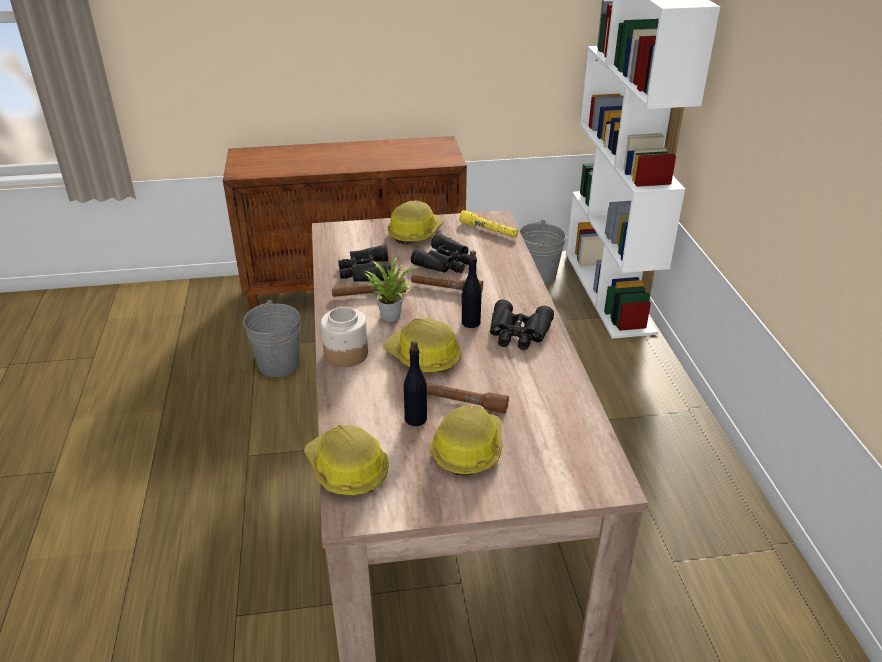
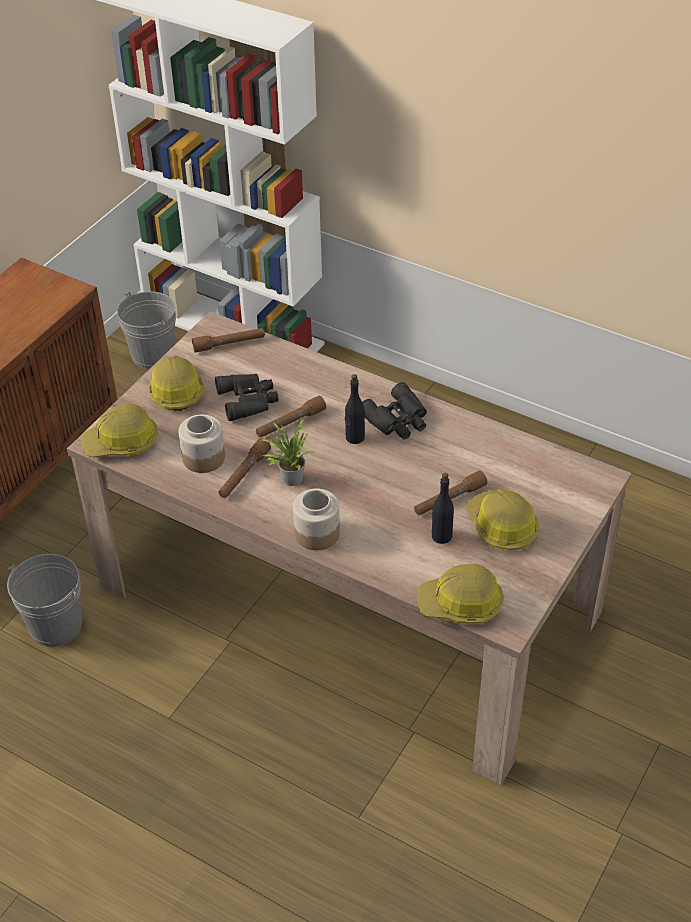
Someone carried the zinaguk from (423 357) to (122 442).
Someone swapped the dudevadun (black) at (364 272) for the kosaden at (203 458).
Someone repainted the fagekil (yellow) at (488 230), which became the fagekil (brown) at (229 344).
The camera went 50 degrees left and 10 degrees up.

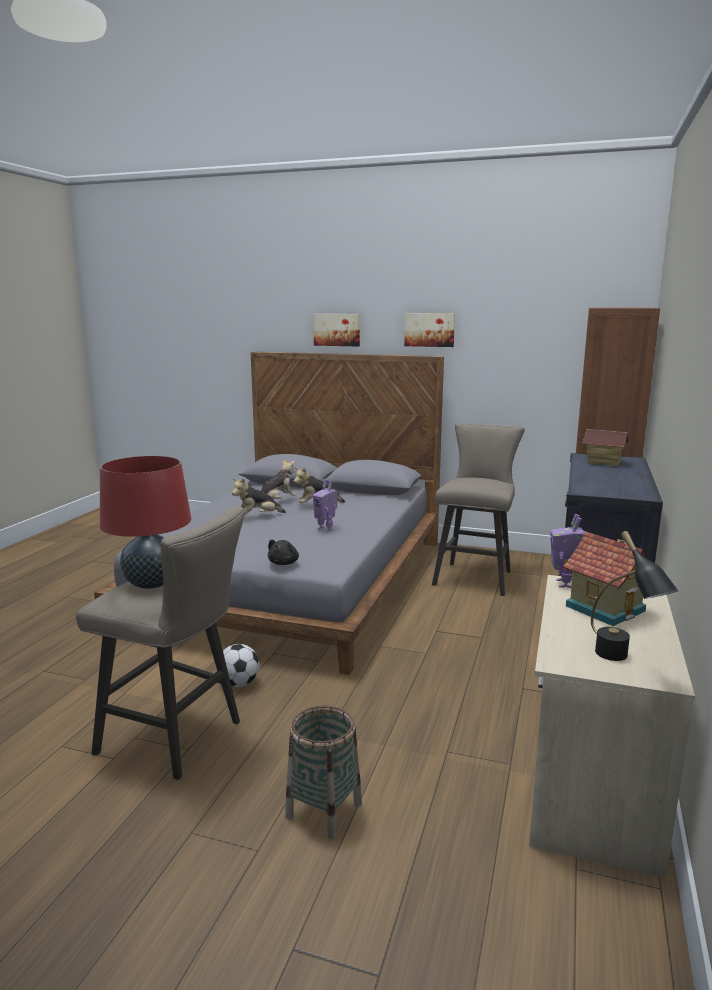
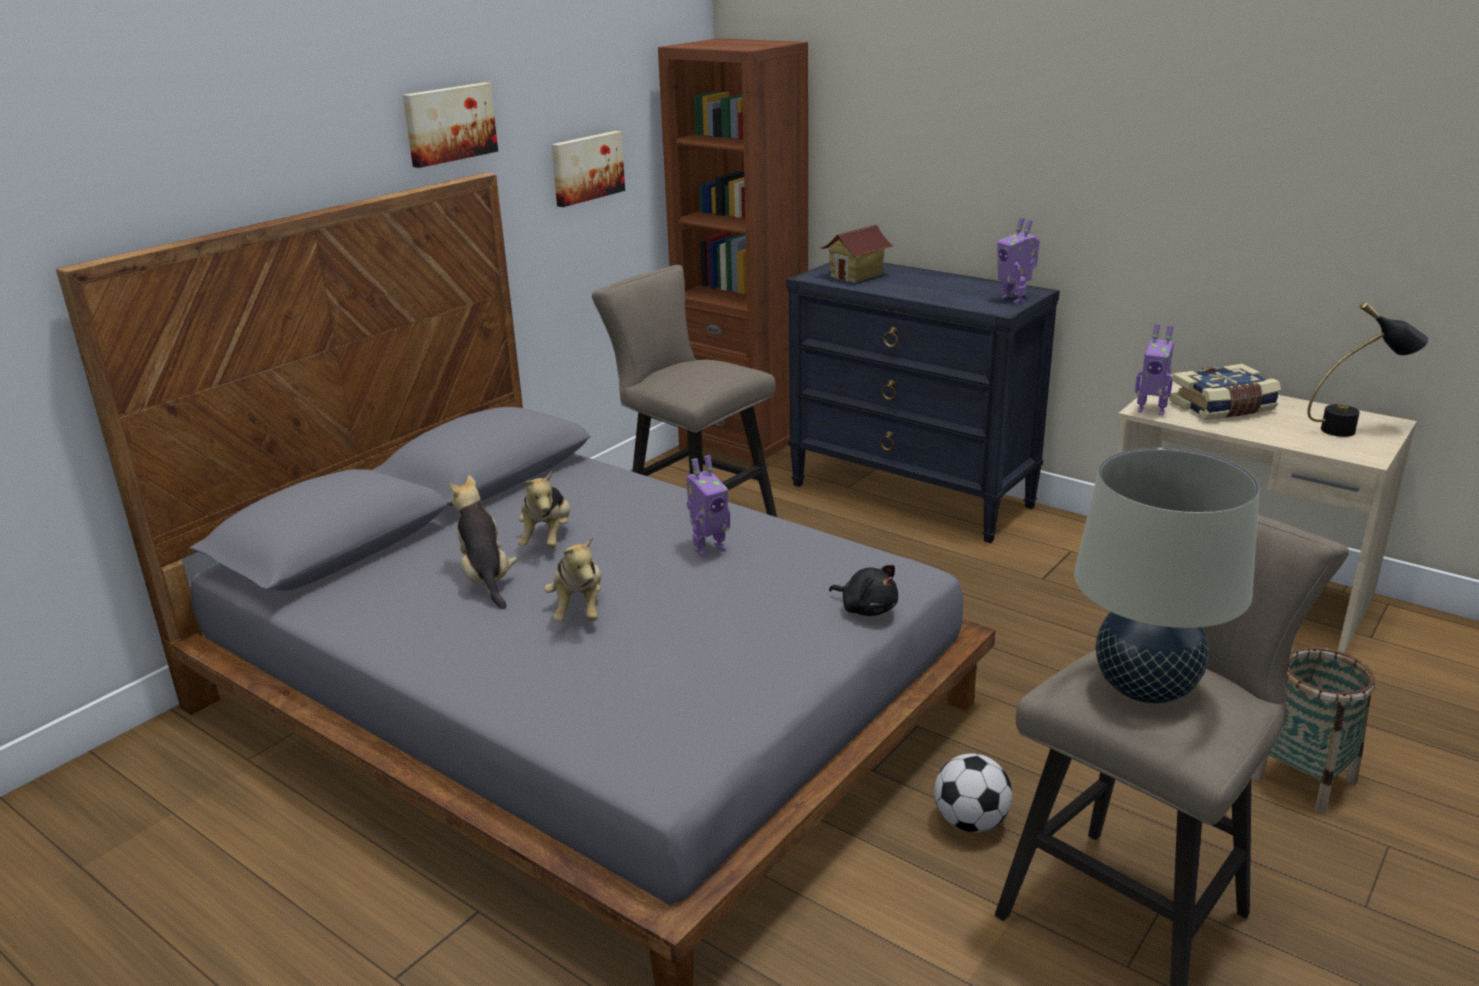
Someone put down the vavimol at (1014 299).
Someone carried the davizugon from (337 329) to (586 167).
Someone swapped the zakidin at (606 608) for the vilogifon at (1223 408).
Someone repainted the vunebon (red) at (151 583), which became the vunebon (beige) at (1145 687).
The camera went 70 degrees left and 10 degrees up.

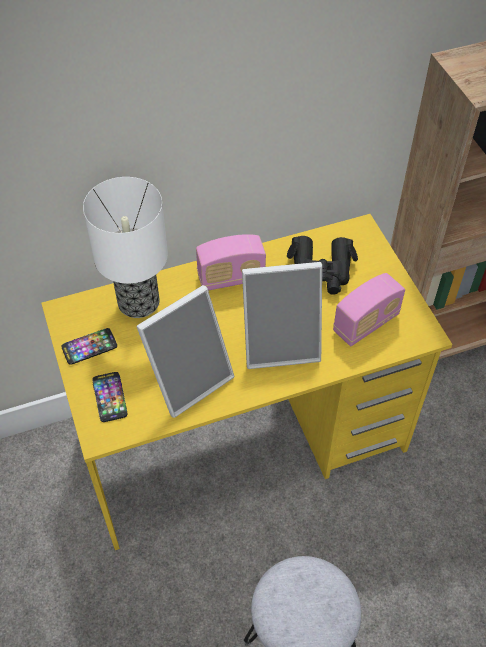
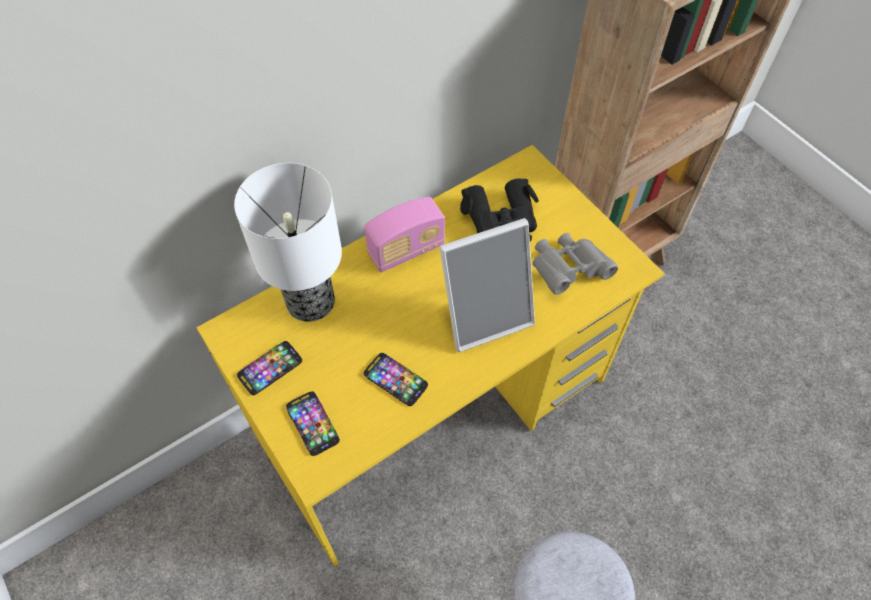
Someone swapped the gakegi at (188 379) for the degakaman at (395 380).
Someone swapped the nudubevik at (366 324) for the dudevadun (grey) at (568 270).
The camera went 15 degrees left and 5 degrees up.

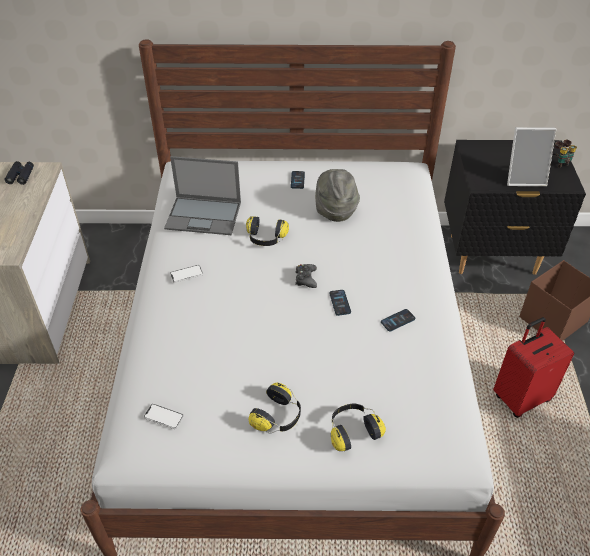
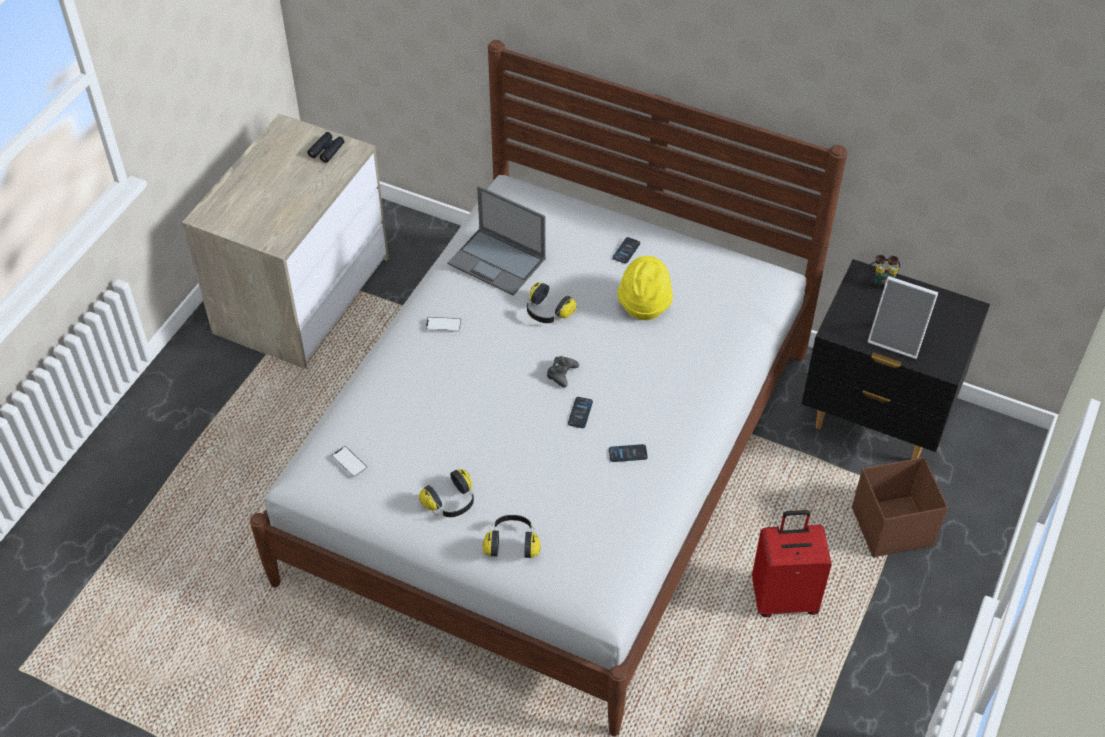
Someone carried the dudevadun from (559 162) to (882 280).
Someone repainted the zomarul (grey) at (335 210), which became the zomarul (yellow) at (644 303).
The camera went 25 degrees right and 5 degrees up.

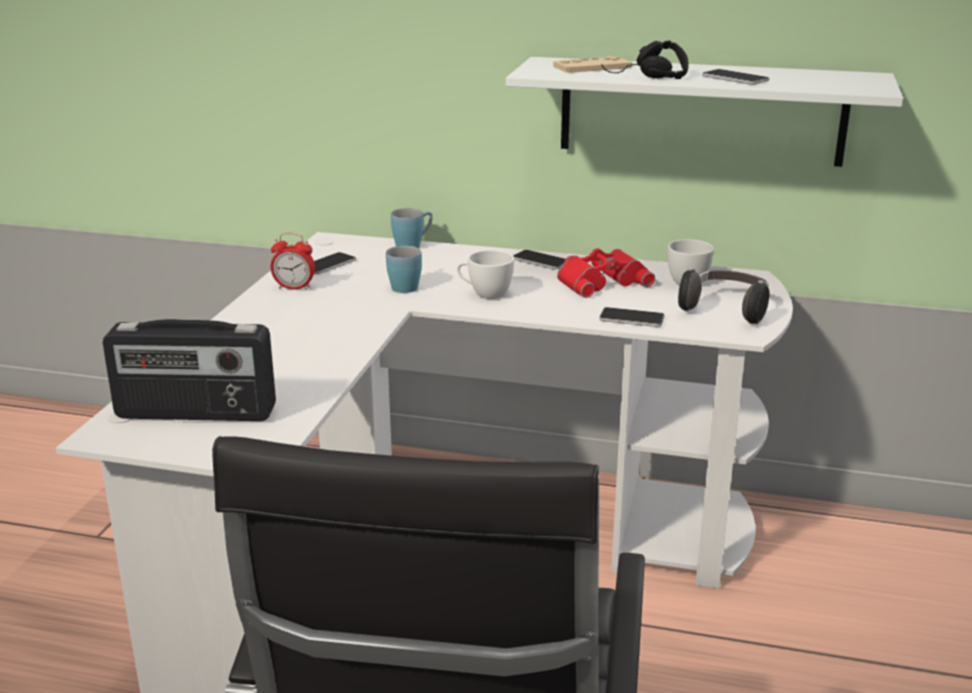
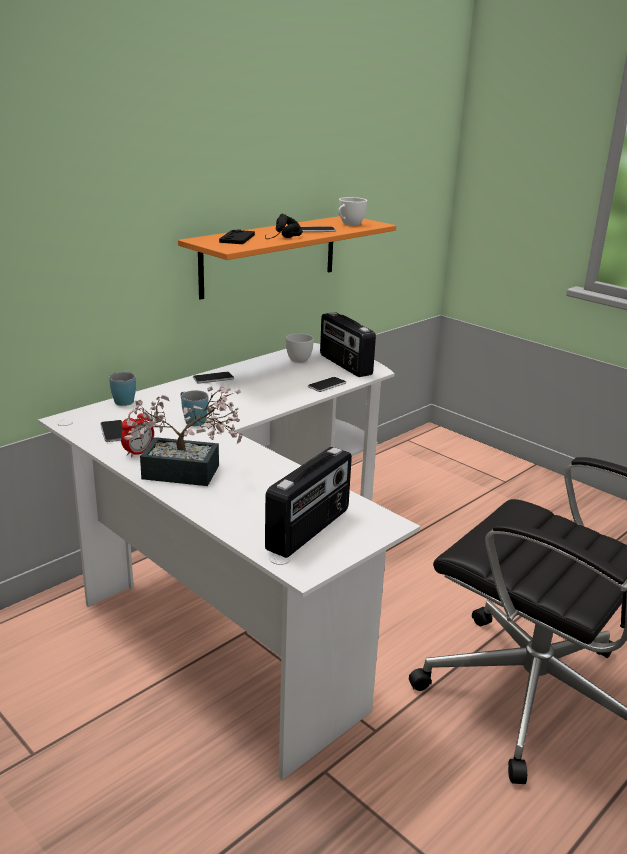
Someone took away the dudevadun (red) at (601 281).
Someone put down the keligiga at (189 473).
Someone carried the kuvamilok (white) from (485 294) to (349 224).
Someone swapped the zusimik at (726 310) for the nudubevik at (344 365).
Someone repainted the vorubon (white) at (701 111), which became the vorubon (orange) at (269 255).
Someone repainted the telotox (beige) at (592 67), which became the telotox (black) at (237 238).
The camera went 60 degrees left and 0 degrees up.

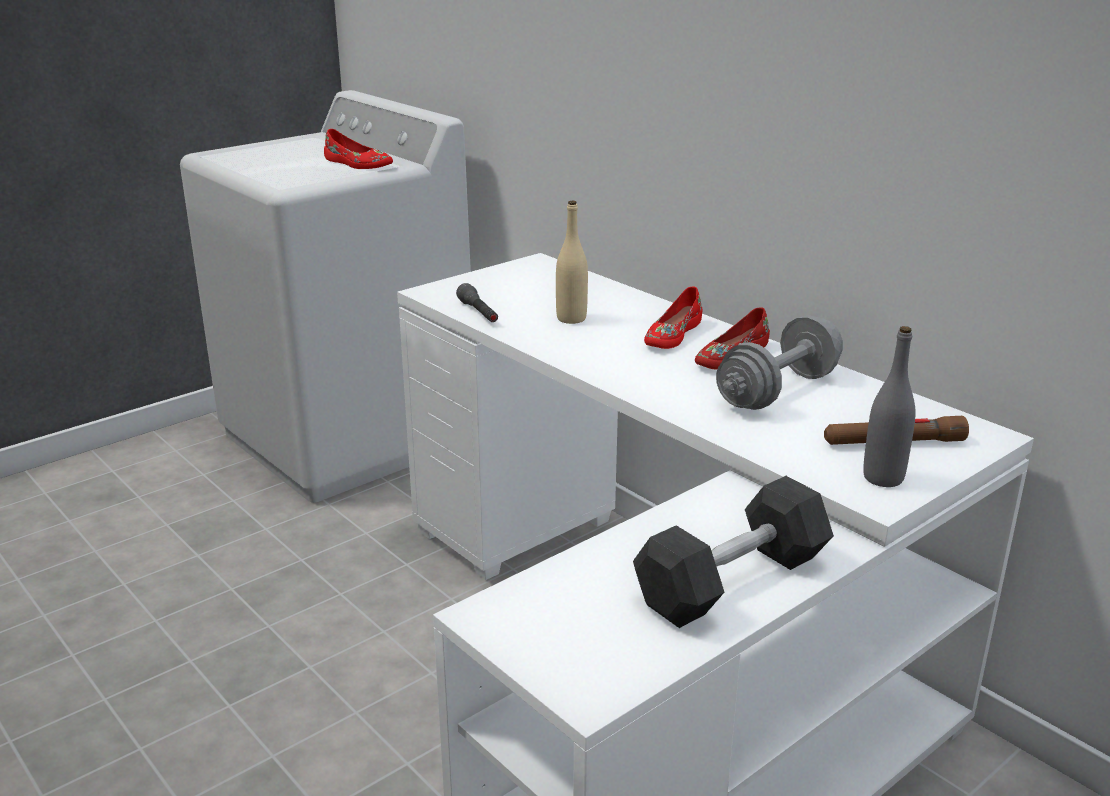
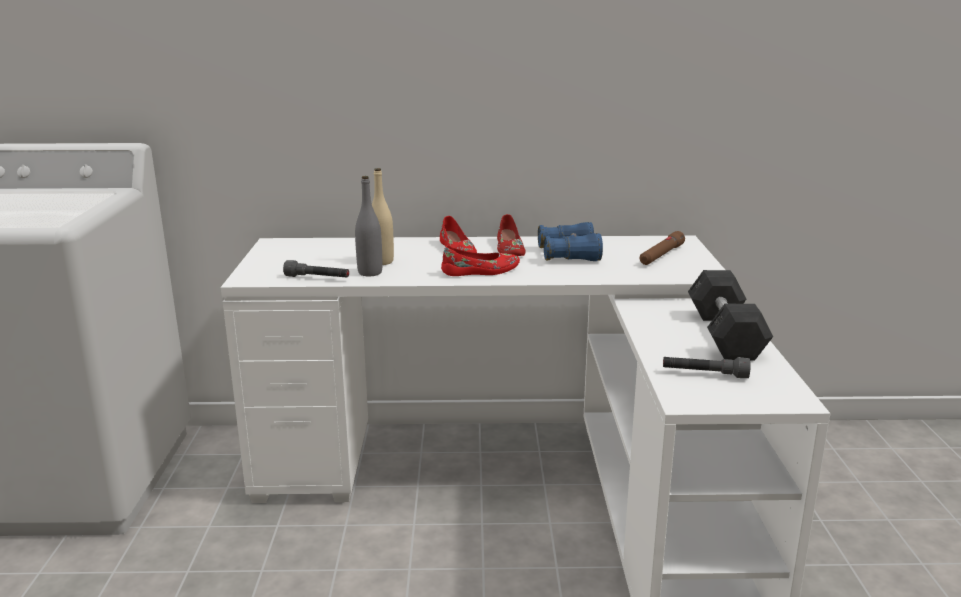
Someone put down the fagekil (grey) at (704 374).
Someone carried the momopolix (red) from (357 164) to (481 271).
Someone carried the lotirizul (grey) from (883 478) to (370 273).
Someone swapped the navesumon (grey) at (778 391) for the dudevadun (blue) at (569 254).
The camera went 50 degrees left and 5 degrees down.

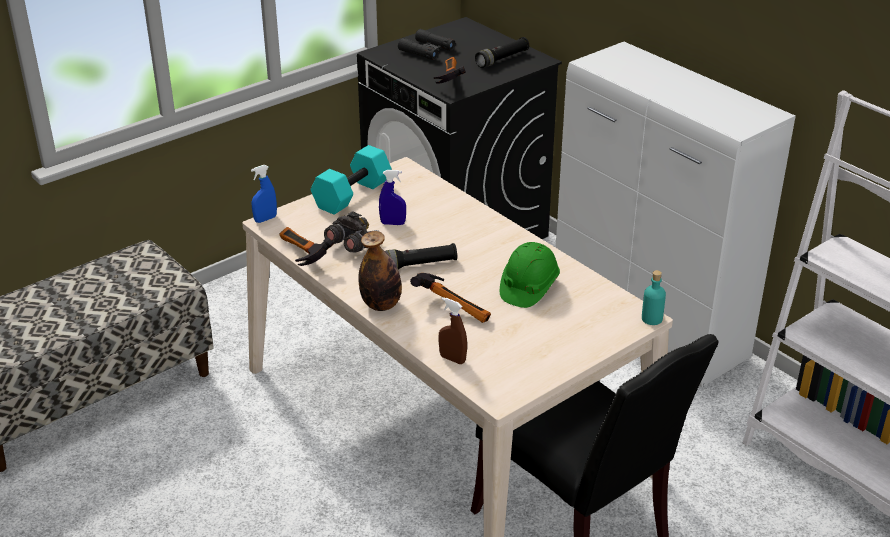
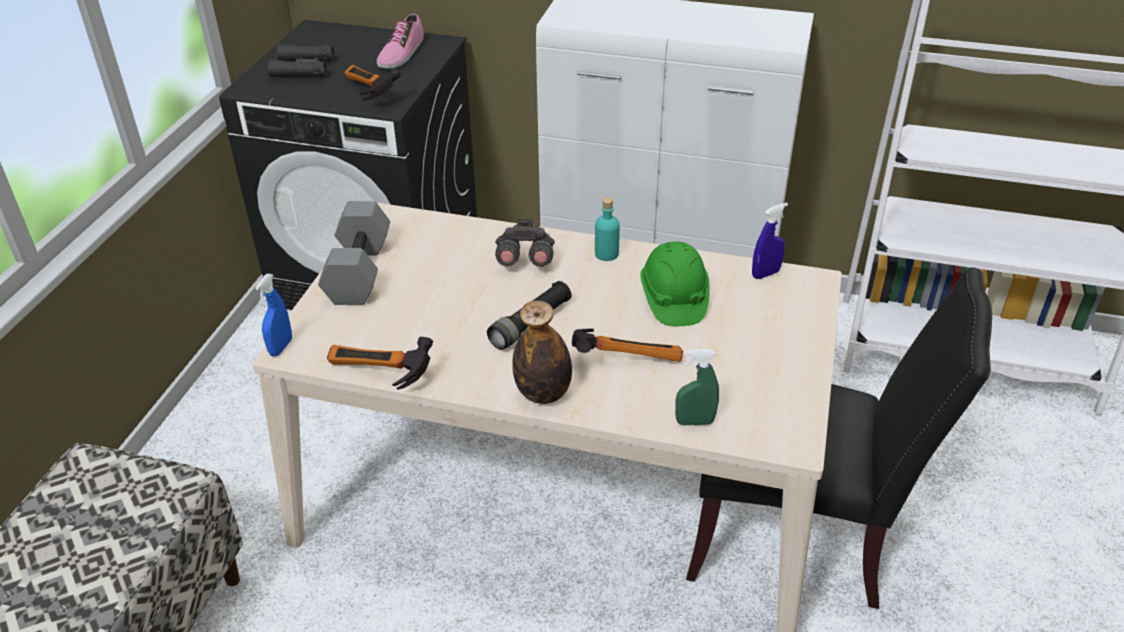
Someone carried the dudevadun (grey) from (353 246) to (525 261).
Someone carried the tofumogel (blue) from (393 223) to (765 274).
Someone carried the lotirizul (turquoise) from (651 319) to (606 254).
Someone swapped the fagekil (black) at (502 59) for the momopolix at (401 53).
Someone repainted the navesumon (turquoise) at (351 194), which became the navesumon (grey) at (357 271).
Someone repainted the tofumogel (brown) at (452 359), which became the tofumogel (green) at (694 422).
The camera went 35 degrees left and 5 degrees up.

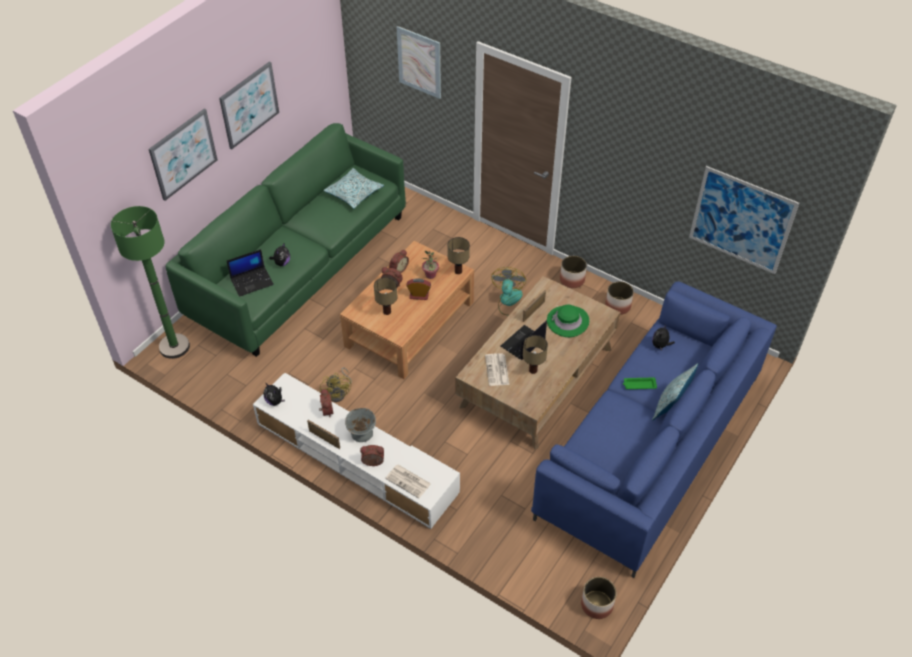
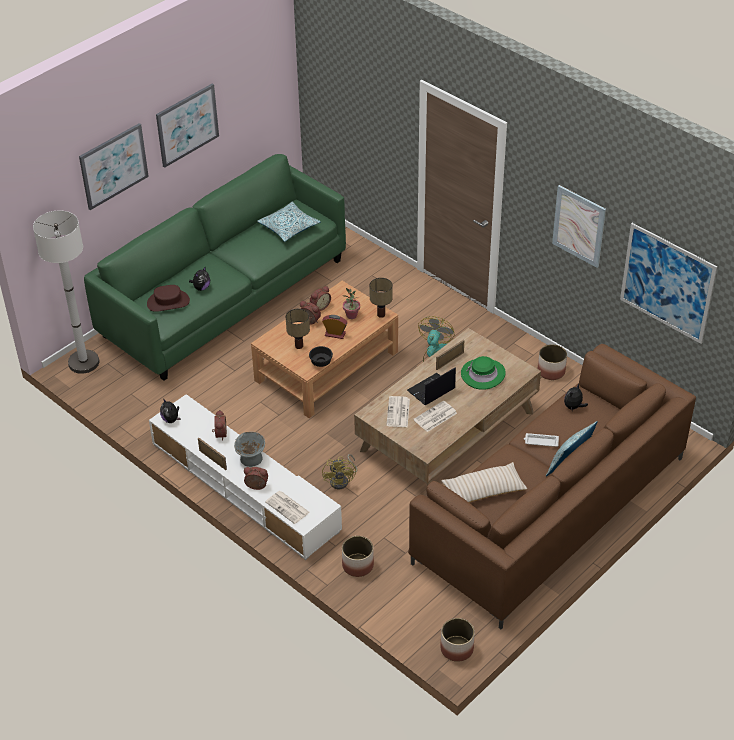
Someone put down the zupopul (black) at (321 362).
Someone put down the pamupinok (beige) at (483 490).
Someone carried the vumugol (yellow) from (339 393) to (342 480).
Someone carried the davizugon from (419 62) to (579 226).
Someone carried the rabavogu from (572 279) to (358 565).
Someone swapped the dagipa at (252 281) for the zomarul (brown) at (168 302).
Someone swapped the vunebon at (533 371) for the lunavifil at (435 417).
Someone repainted the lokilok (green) at (174 347), which became the lokilok (white) at (83 362).
Someone repainted the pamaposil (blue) at (649 445), which became the pamaposil (brown) at (550 509).
Someone repainted the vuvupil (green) at (639 385), which became the vuvupil (white) at (540 442).
The camera went 10 degrees right and 5 degrees down.

